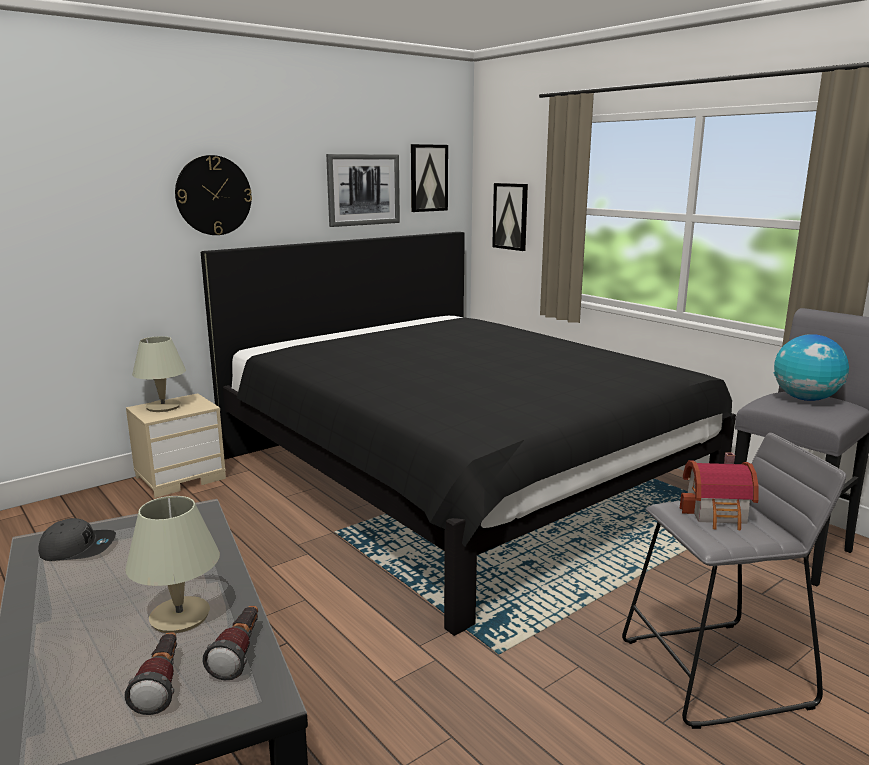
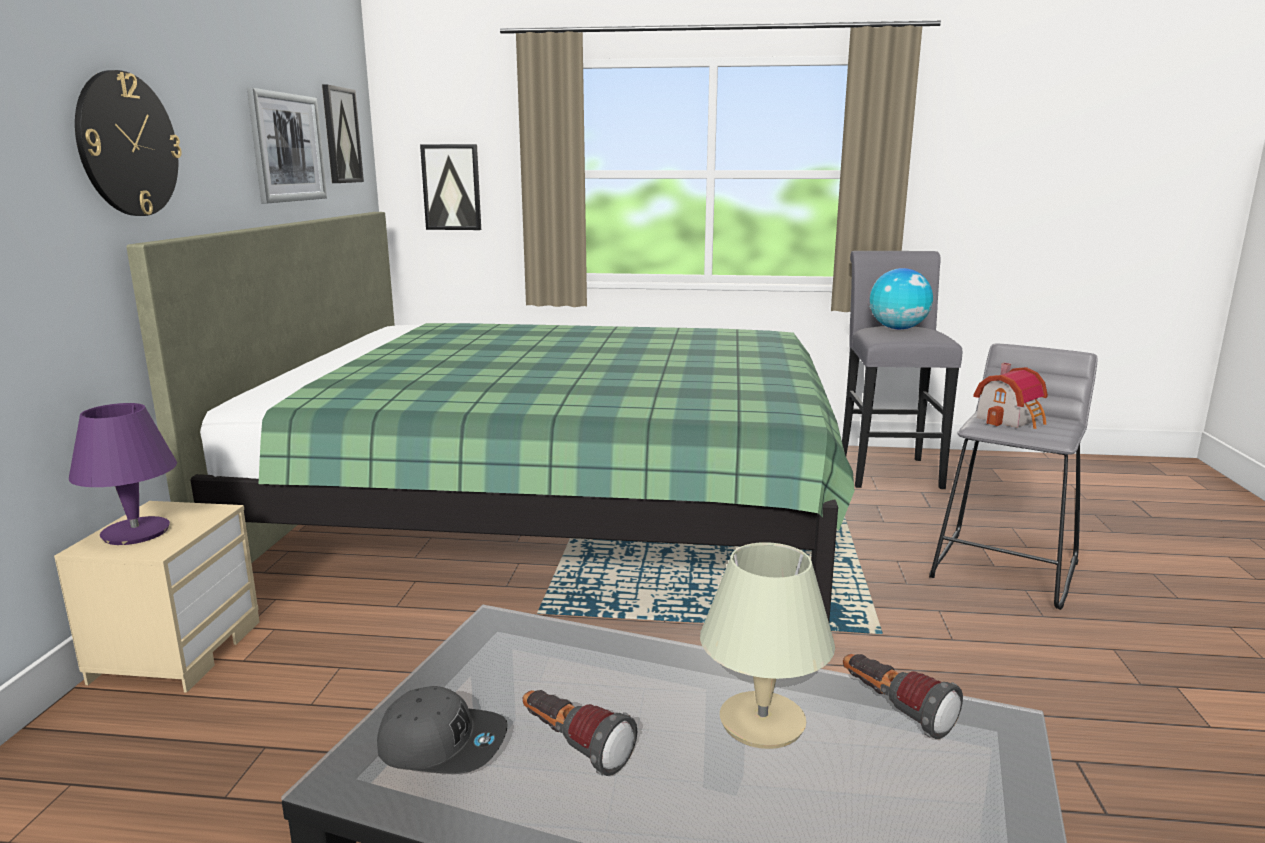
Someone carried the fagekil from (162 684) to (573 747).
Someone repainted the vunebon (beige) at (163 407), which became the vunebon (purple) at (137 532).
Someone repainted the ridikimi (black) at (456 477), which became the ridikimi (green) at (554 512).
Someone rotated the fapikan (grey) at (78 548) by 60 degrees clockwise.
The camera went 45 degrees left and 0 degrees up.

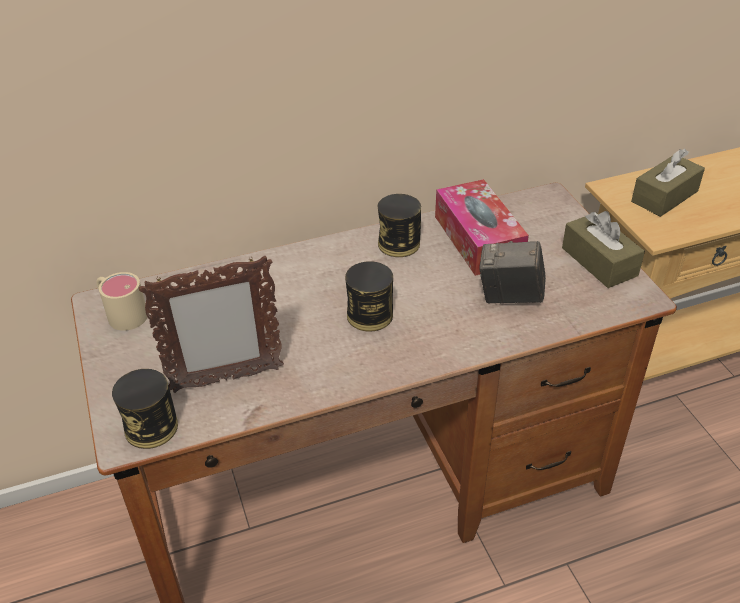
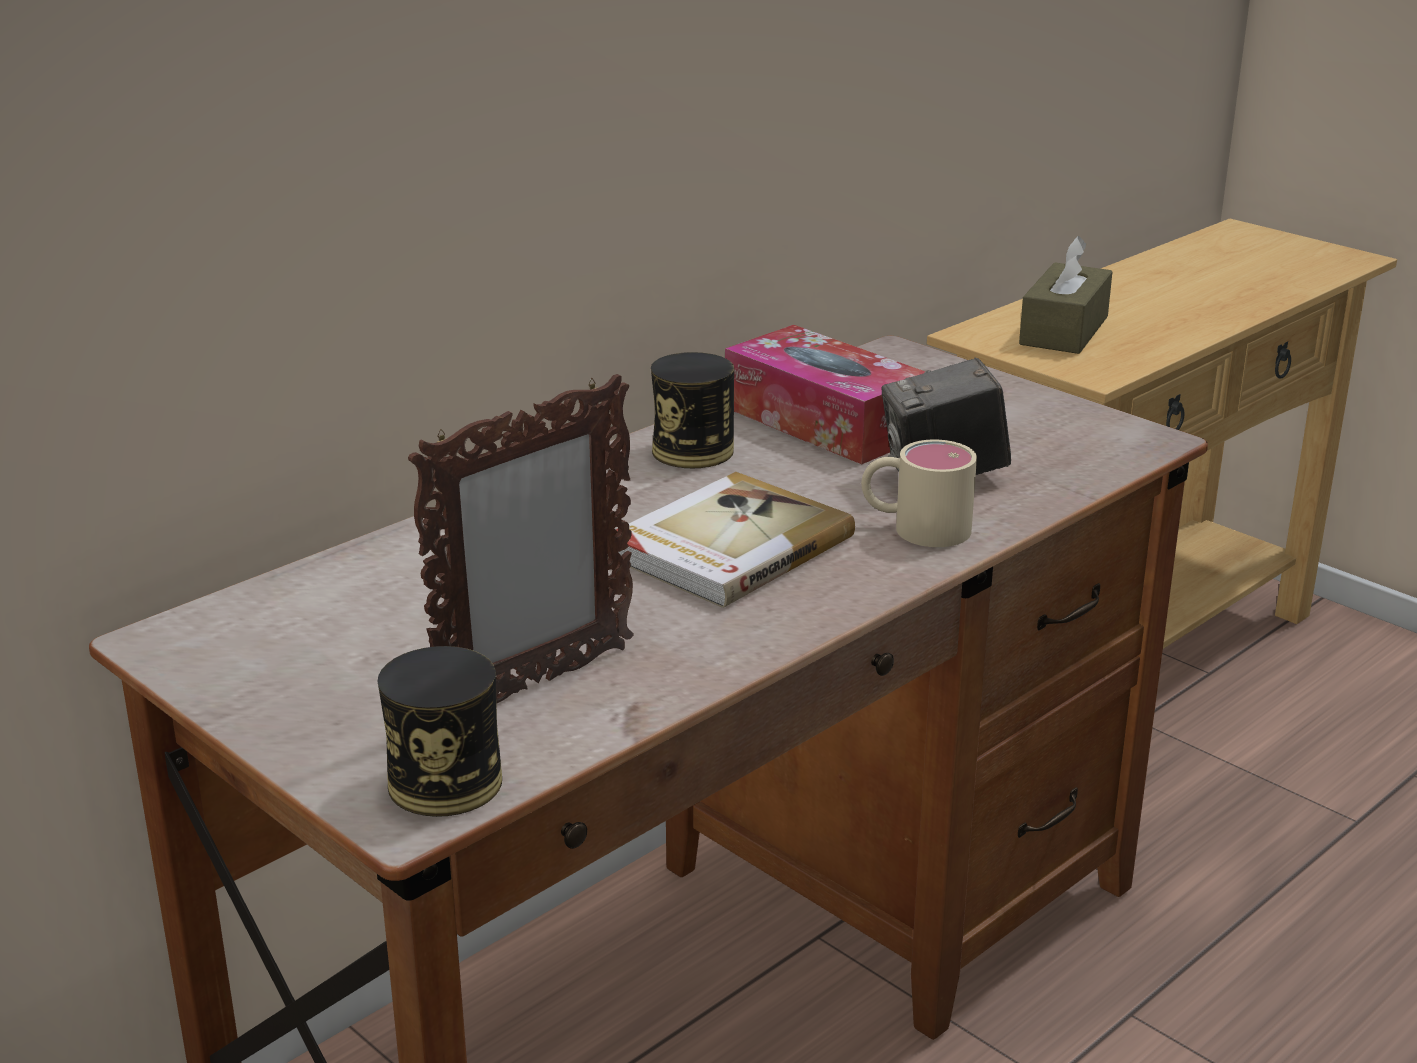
Someone took away the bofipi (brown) at (599 262).
Someone carried the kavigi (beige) from (121 313) to (915 527).
Someone swapped the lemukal at (370 315) for the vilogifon at (727 547).
The camera went 25 degrees left and 15 degrees down.

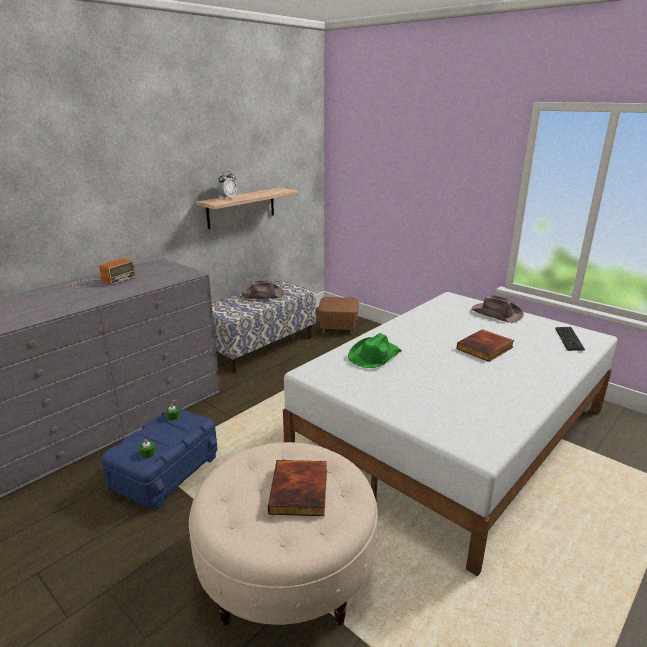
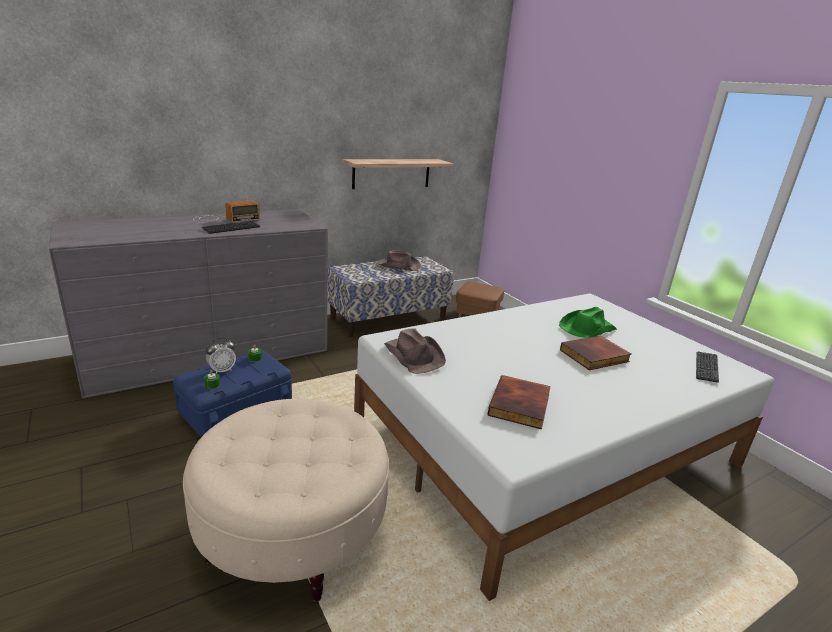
Someone put down the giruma at (231 228).
Someone carried the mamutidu from (228 198) to (222 370).
Someone carried the vilogifon from (300 491) to (521 405).
Someone carried the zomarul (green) from (374 356) to (587 328).
Someone carried the zomarul (brown) from (496 313) to (414 355).
The camera went 15 degrees right and 0 degrees up.

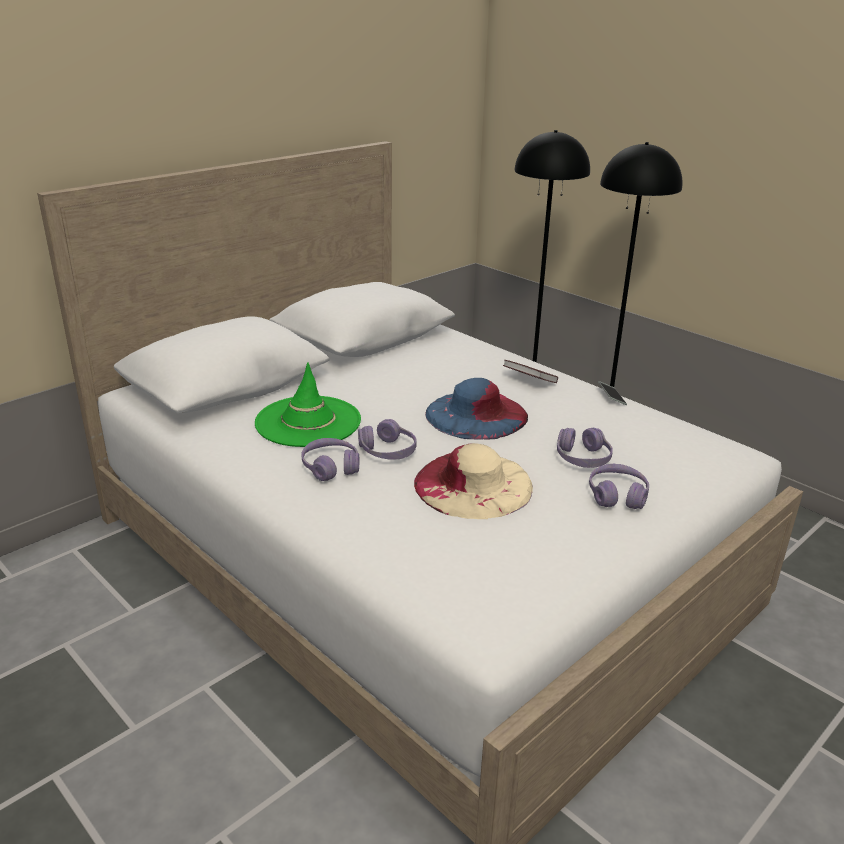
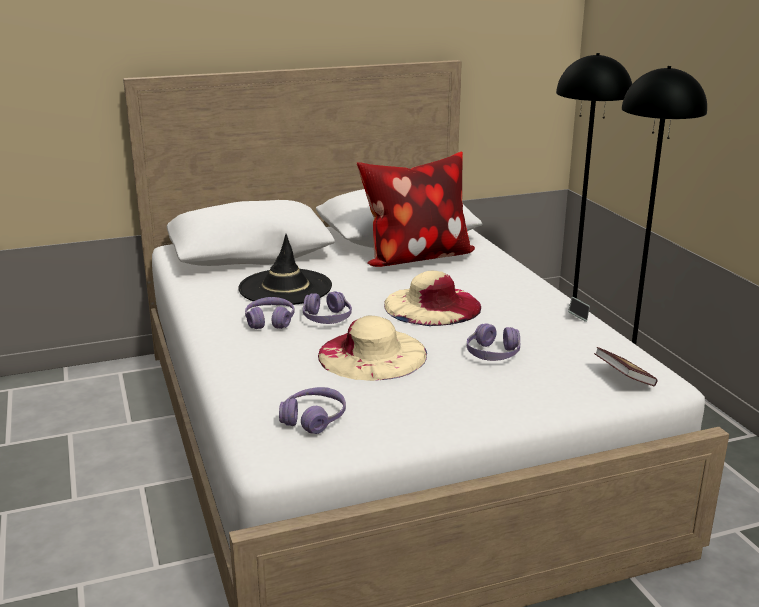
Someone put down the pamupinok at (415 258).
Someone carried the vilogifon from (529 381) to (623 378).
Someone carried the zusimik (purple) from (617 495) to (314 419).
Someone repainted the zomarul (green) at (308 422), which became the zomarul (black) at (285 288).
Someone repainted the zomarul (blue) at (476 414), which became the zomarul (beige) at (432 305).
The camera went 25 degrees right and 5 degrees down.

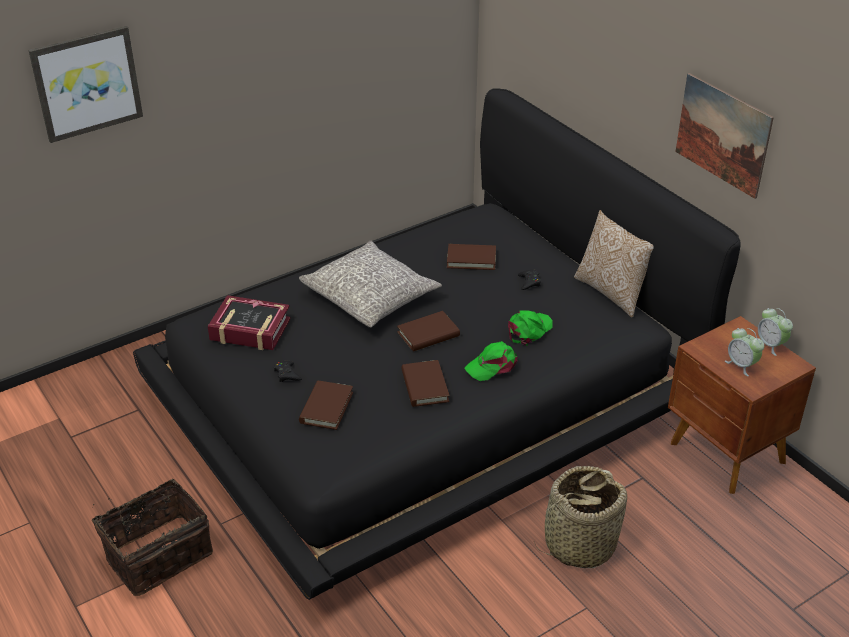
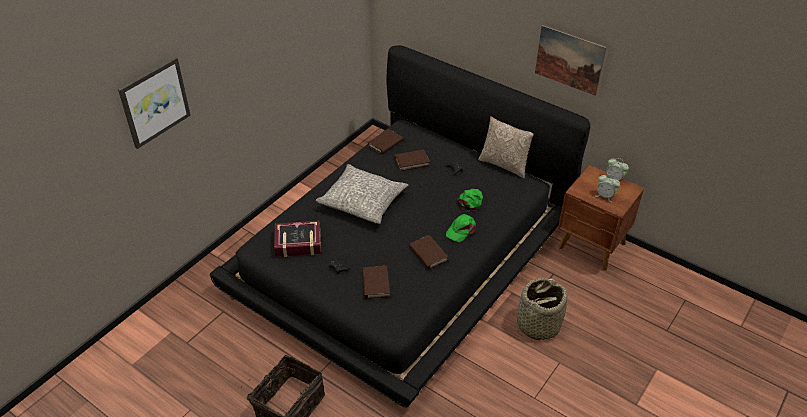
Someone carried the vilogifon (brown) from (428 334) to (385 143).
The camera went 20 degrees left and 5 degrees up.

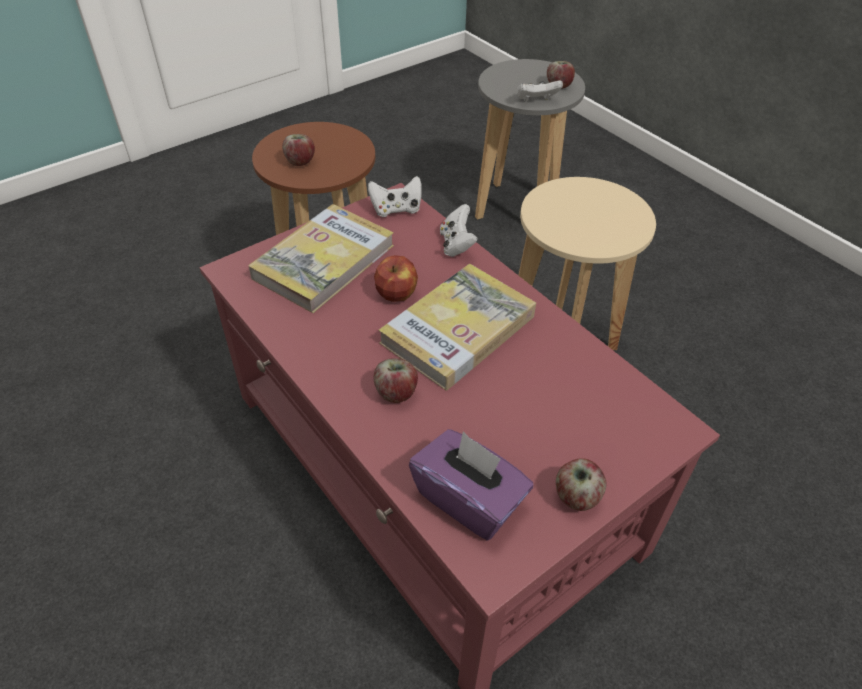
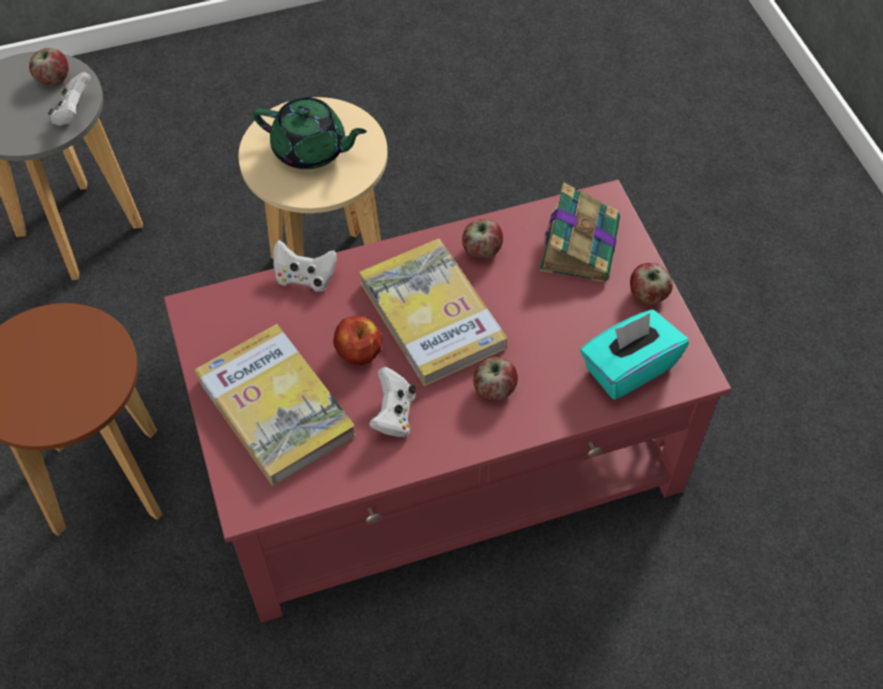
Someone put down the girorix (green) at (311 150).
Someone put down the vilogifon at (580 243).
Someone carried the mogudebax from (300 162) to (481 250).
Someone carried the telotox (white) from (396 209) to (394 415).
Someone repainted the bofipi (purple) at (469 499), which became the bofipi (turquoise) at (628 368).
The camera went 70 degrees left and 10 degrees up.

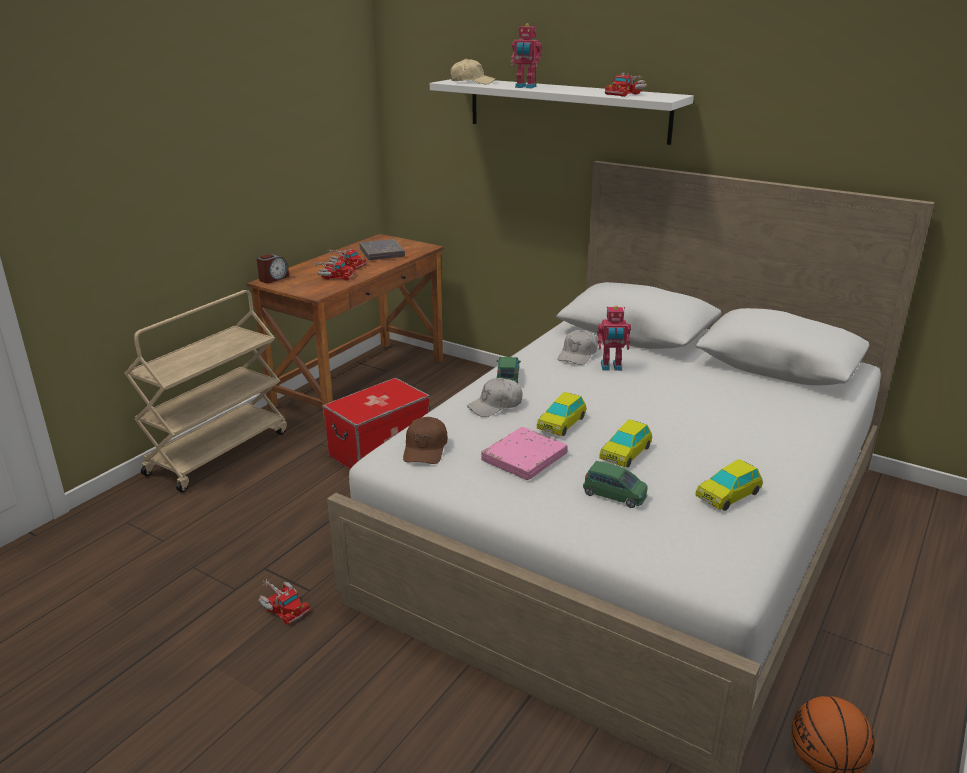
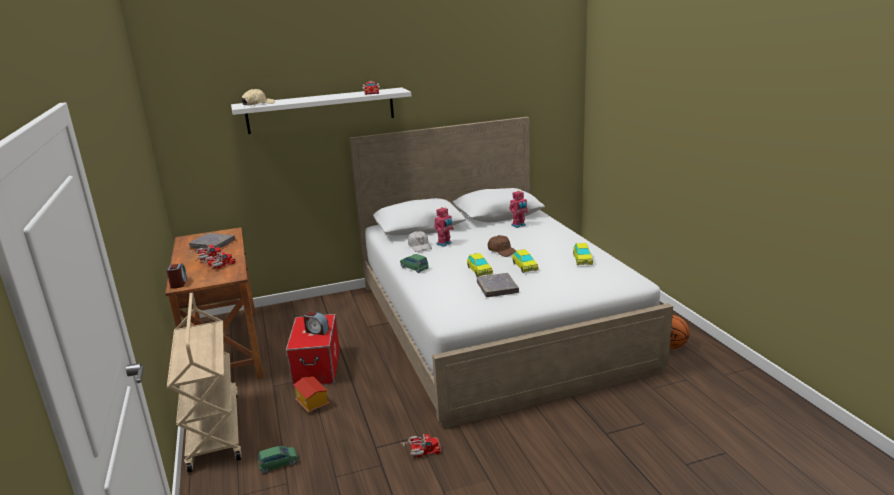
Someone took away the fapikan (white) at (495 405).
Someone put down the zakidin at (312 404).
Someone put down the mamutidu at (316 331).
Someone carried the fapikan (brown) from (425 449) to (502 251).
Someone carried the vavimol from (525 87) to (519 225).
Someone carried the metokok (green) from (614 495) to (278 464).
Someone repainted the vilogifon (pink) at (524 458), which became the vilogifon (grey) at (497 288).
The camera went 50 degrees left and 5 degrees down.

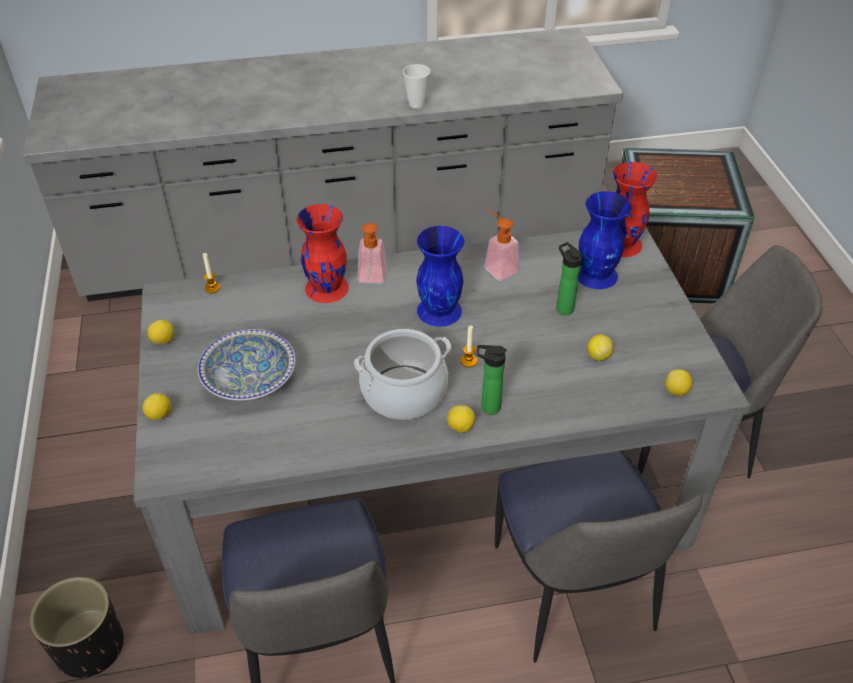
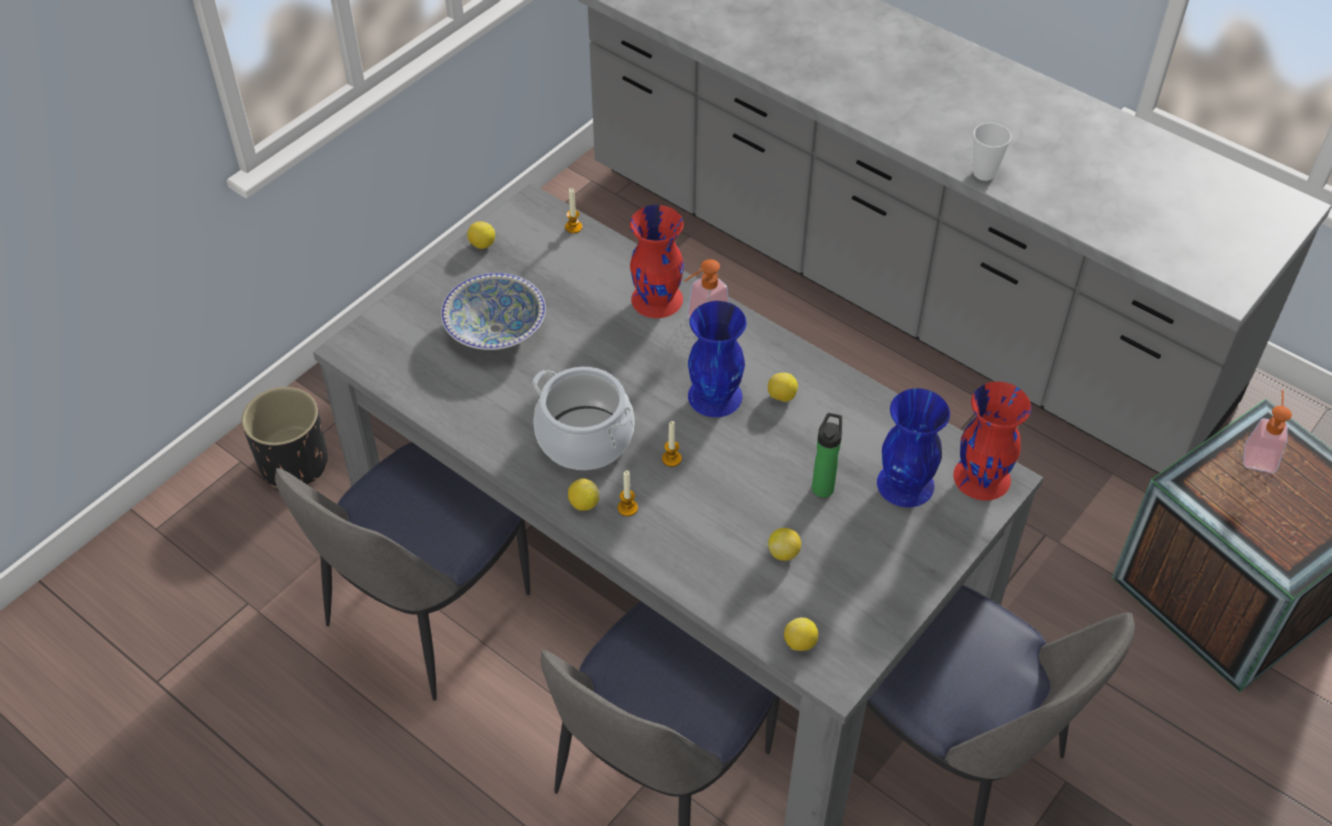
Someone carried the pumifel from (159 415) to (781 396).
Someone carried the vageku from (497 267) to (1259 454).
Someone swapped the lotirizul at (487 407) for the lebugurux at (627 508).
The camera went 50 degrees right and 5 degrees up.

